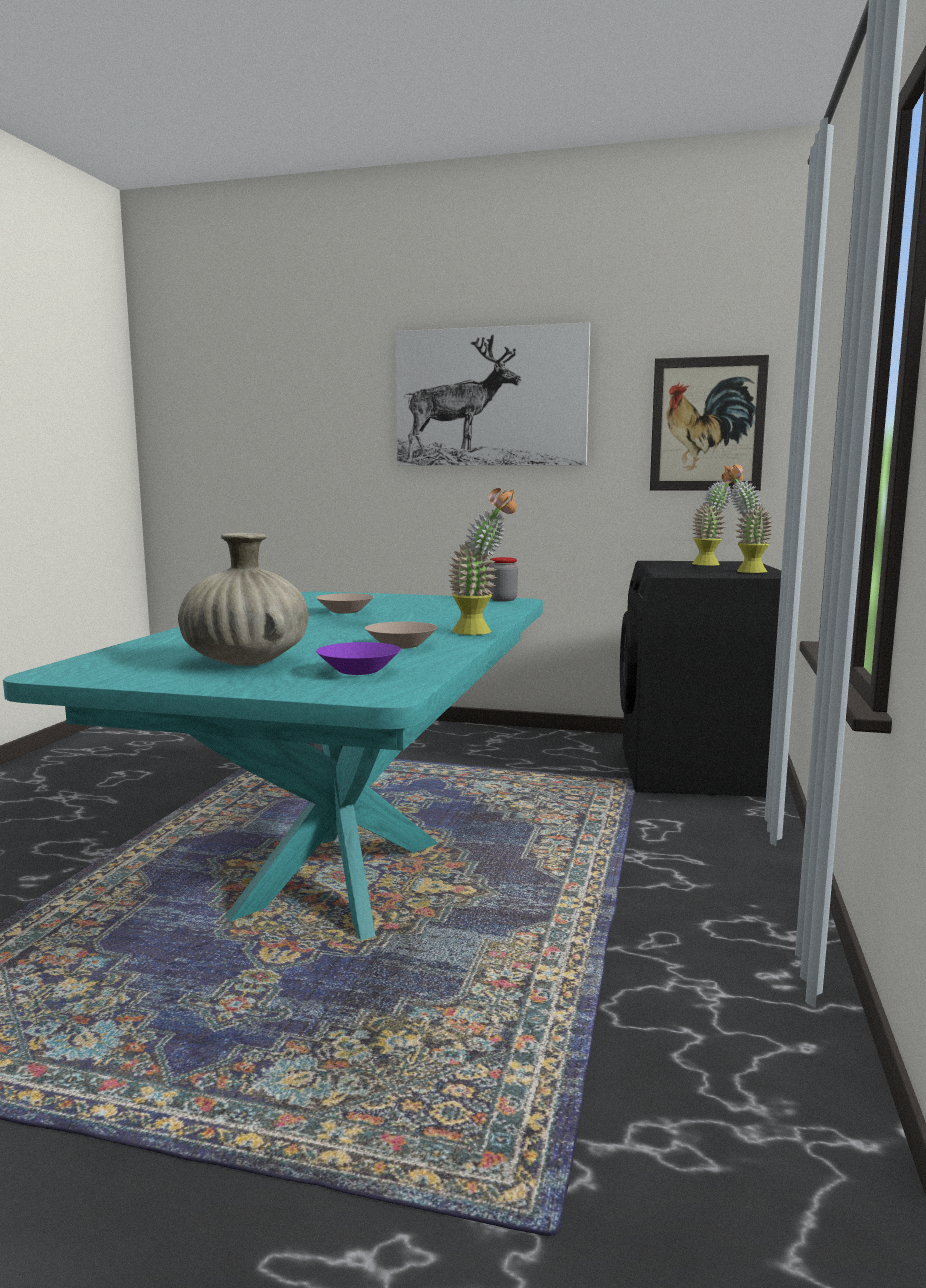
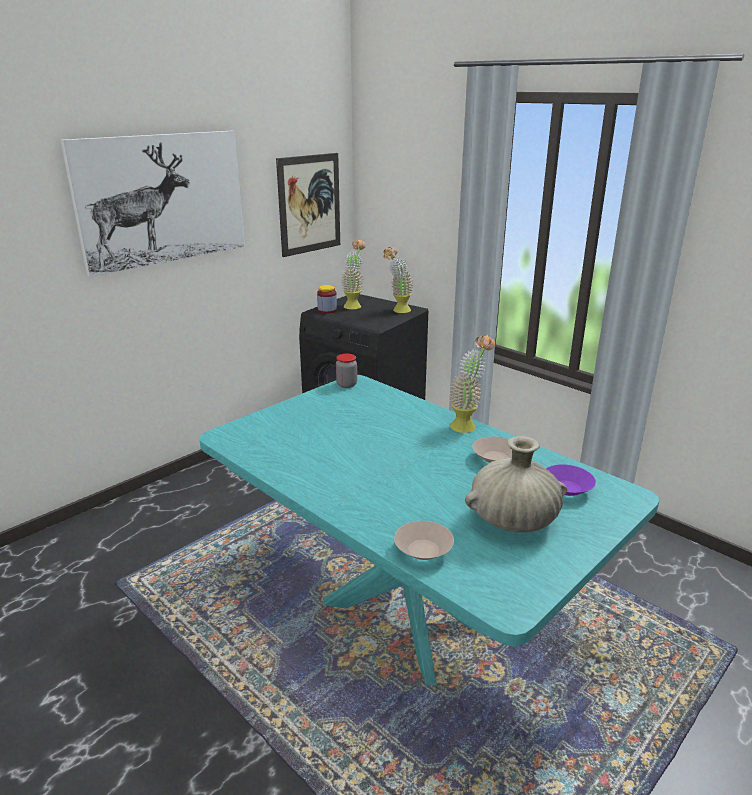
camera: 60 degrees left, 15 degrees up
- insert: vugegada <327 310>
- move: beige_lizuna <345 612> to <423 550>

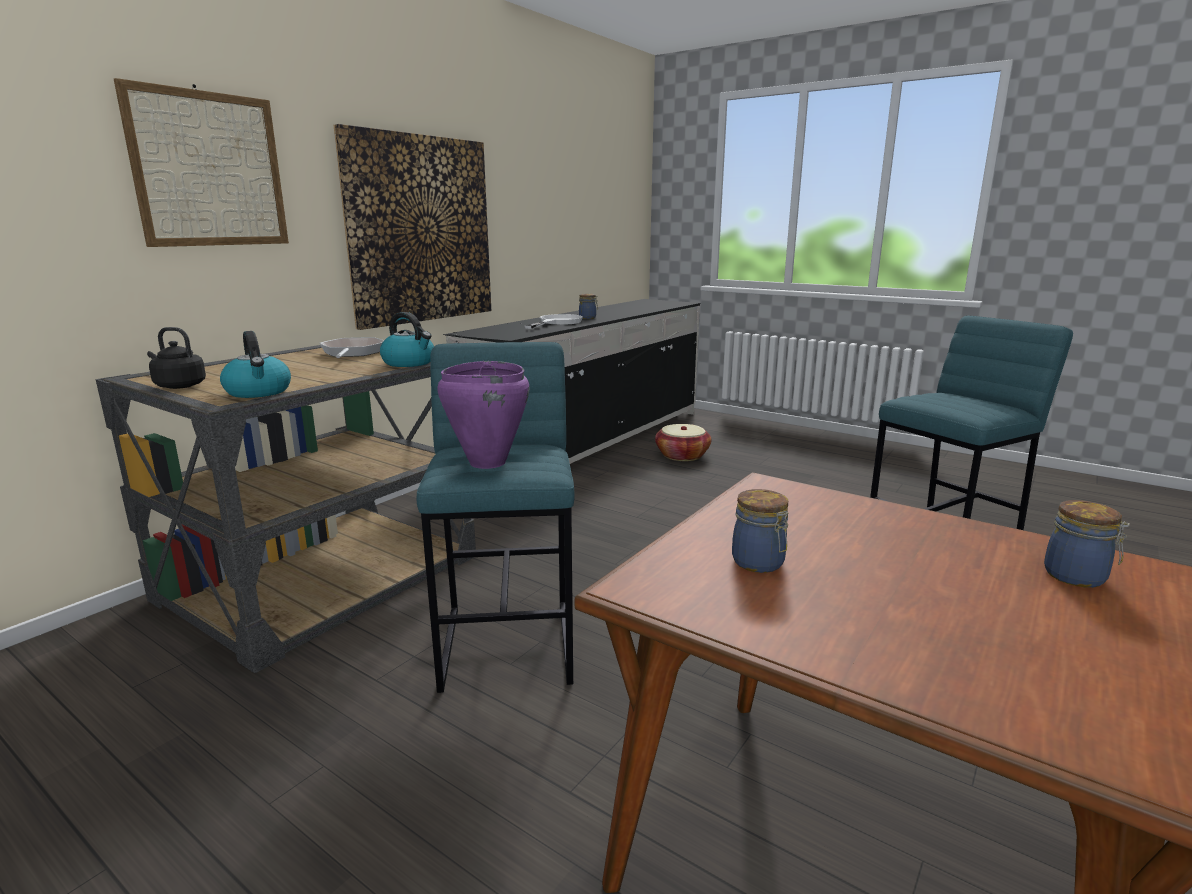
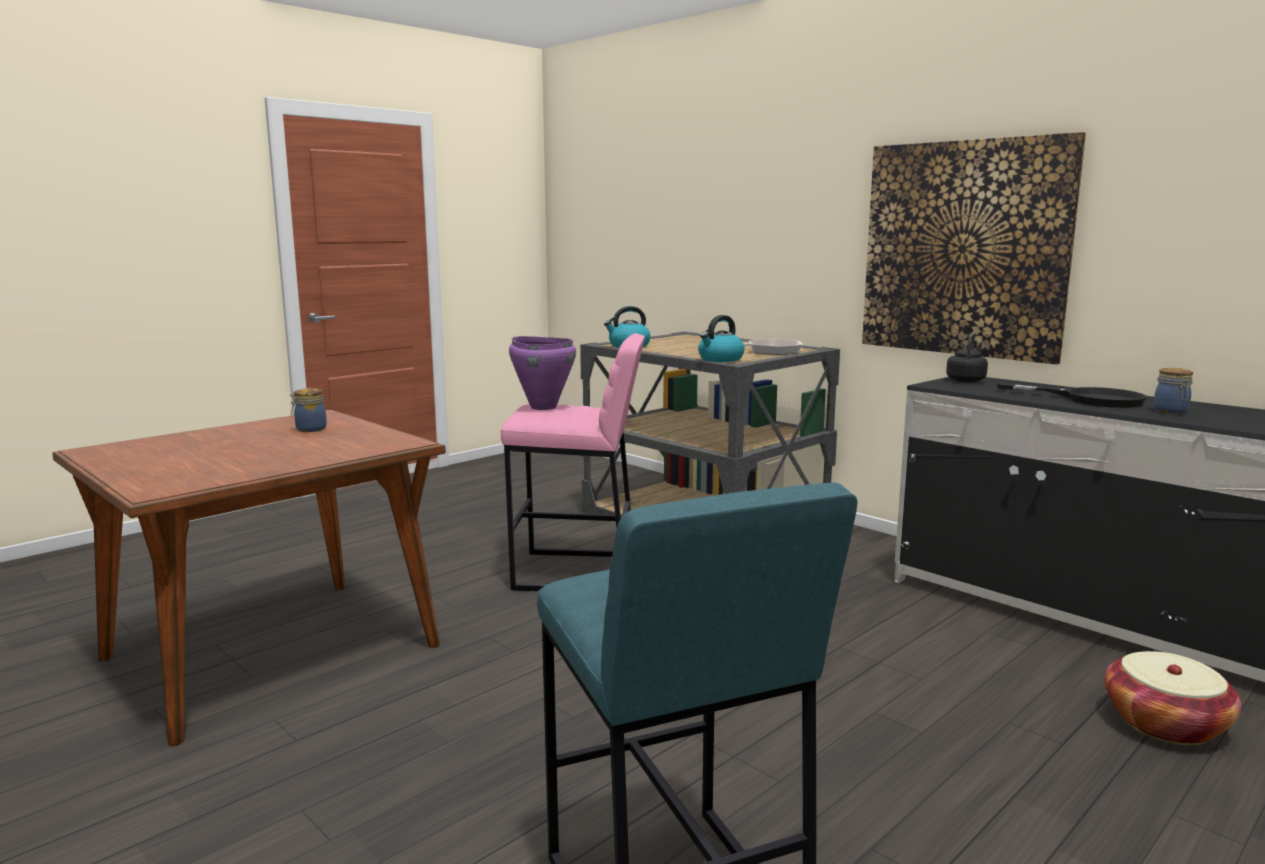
camera: 100 degrees right, 5 degrees down
- recolor: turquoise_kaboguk <507 641> to pink_kaboguk <579 572>
- move: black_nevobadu <178 385> to <966 380>
- recolor: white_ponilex <556 322> to black_ponilex <1089 399>
- delete: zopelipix <208 167>
- delete: vugegada <1077 577>

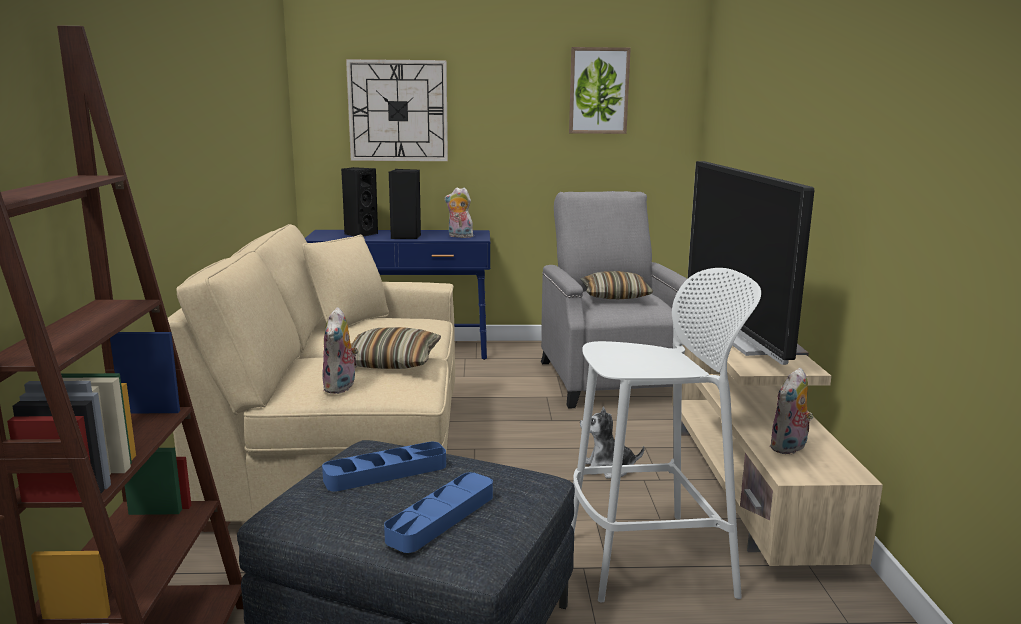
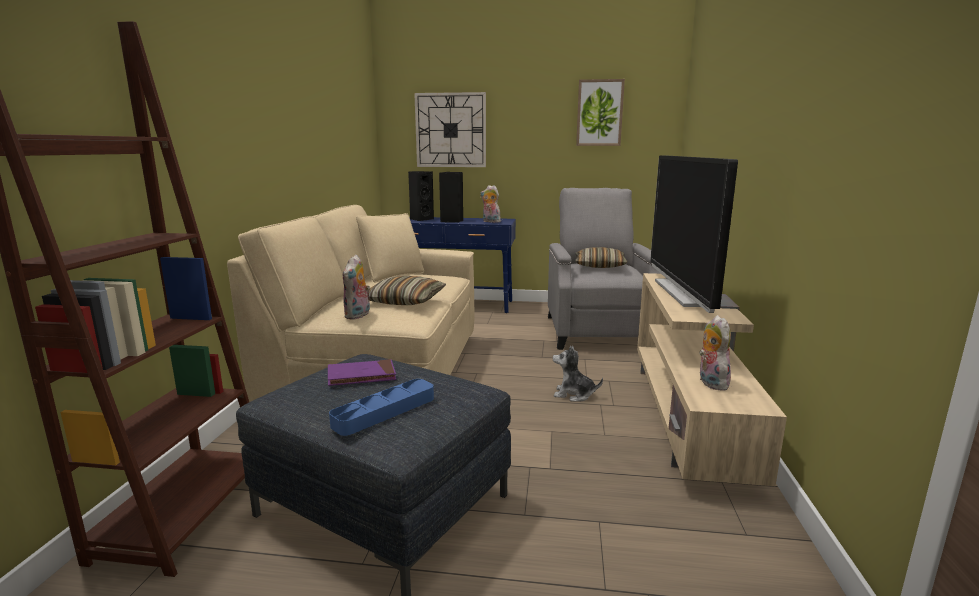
camera: 10 degrees right, 0 degrees up
- replace: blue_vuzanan <386 472> to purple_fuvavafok <361 376>
- rotate: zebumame <789 448> = <710 382> 120 degrees clockwise
- delete: white_kaboguk <651 560>

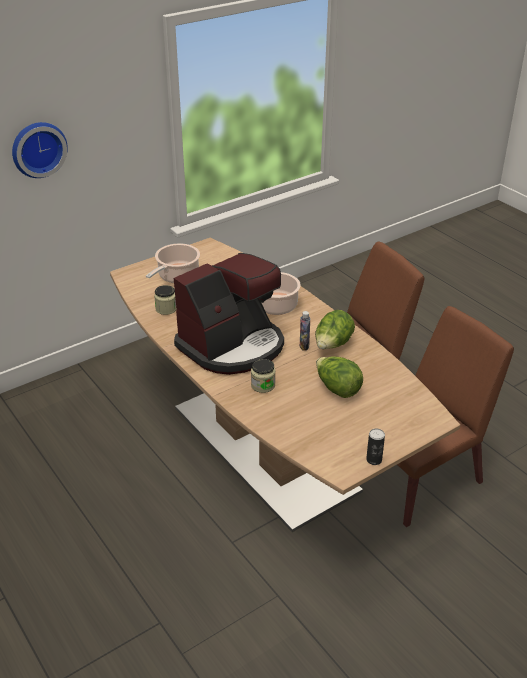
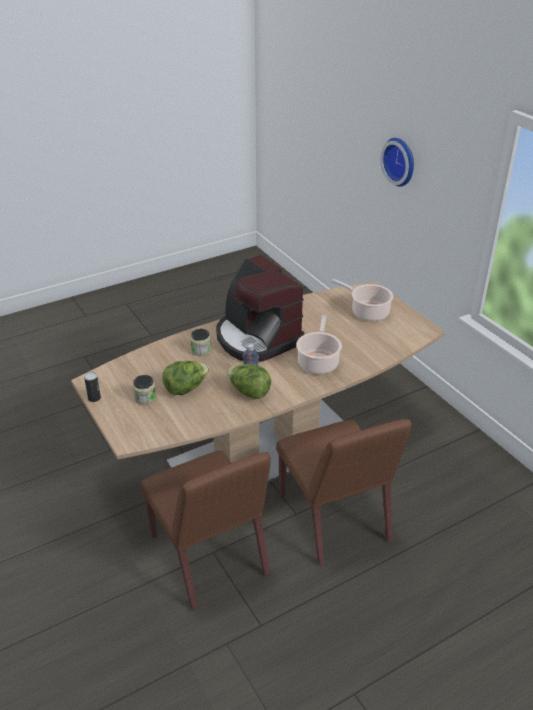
camera: 95 degrees right, 0 degrees up
- move: vugegada <166 309> to <145 398>

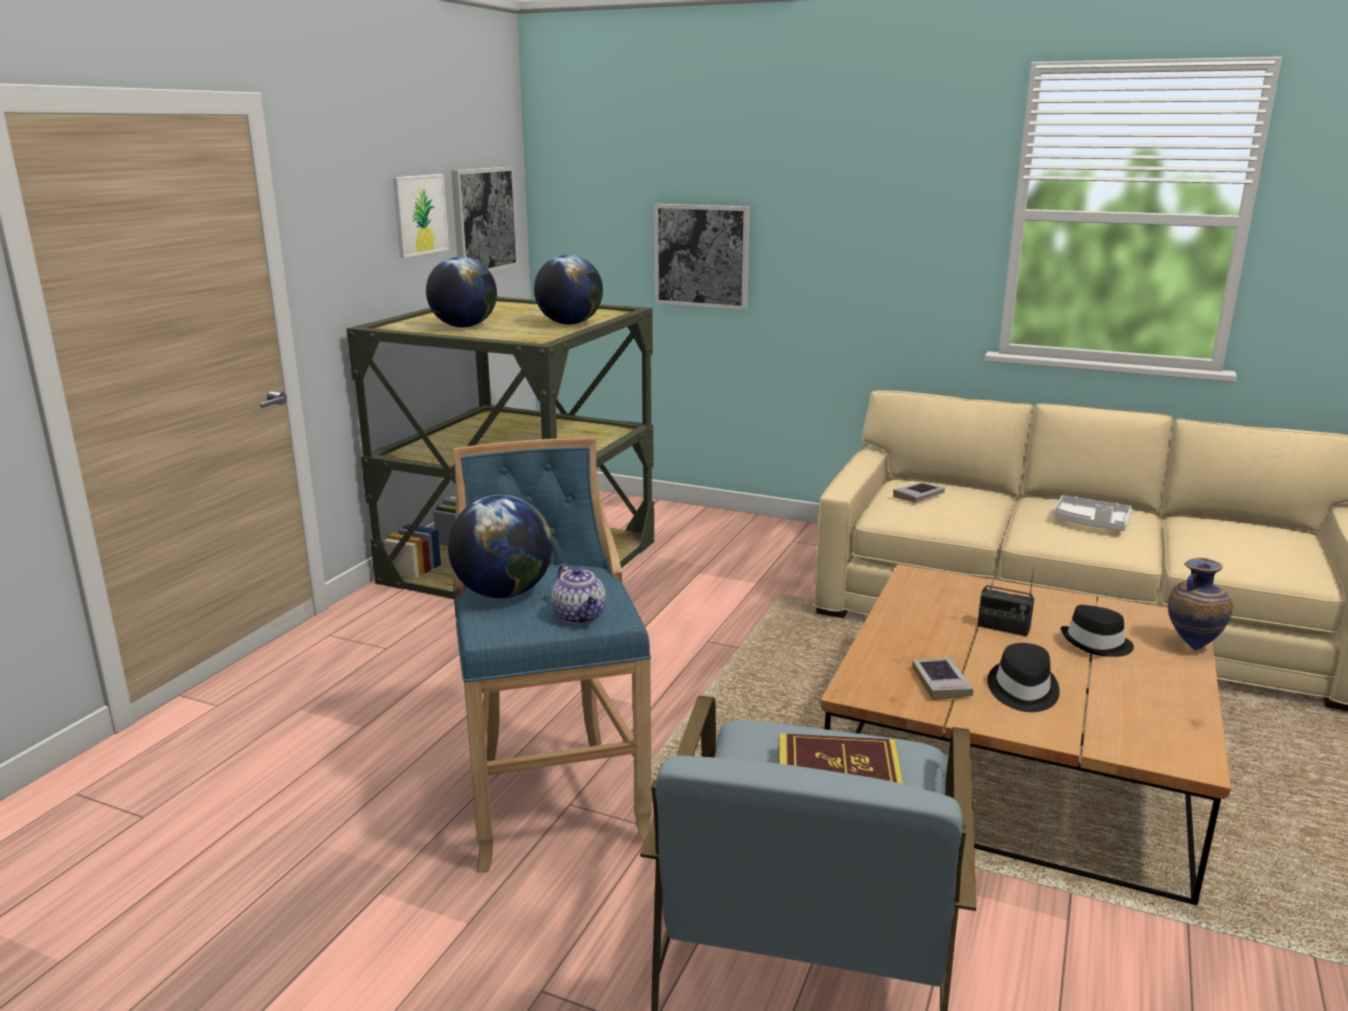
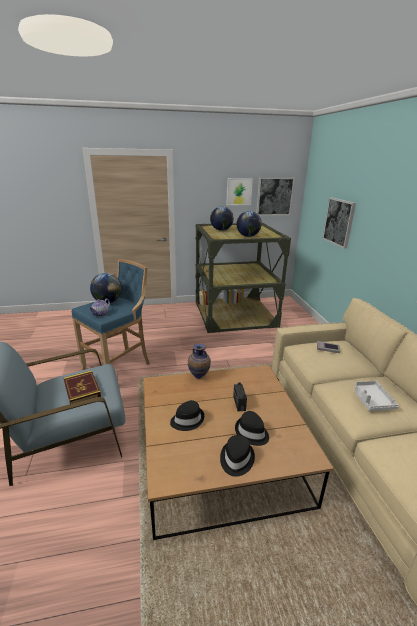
camera: 55 degrees right, 5 degrees up
- move: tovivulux <1191 646> to <199 377>
- insert: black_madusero <236 459>
- delete: fuvavafok <941 683>

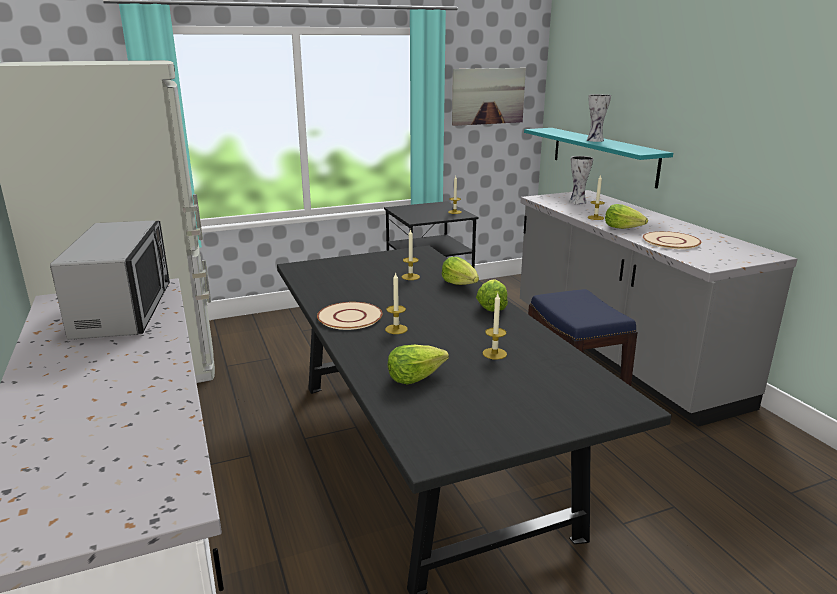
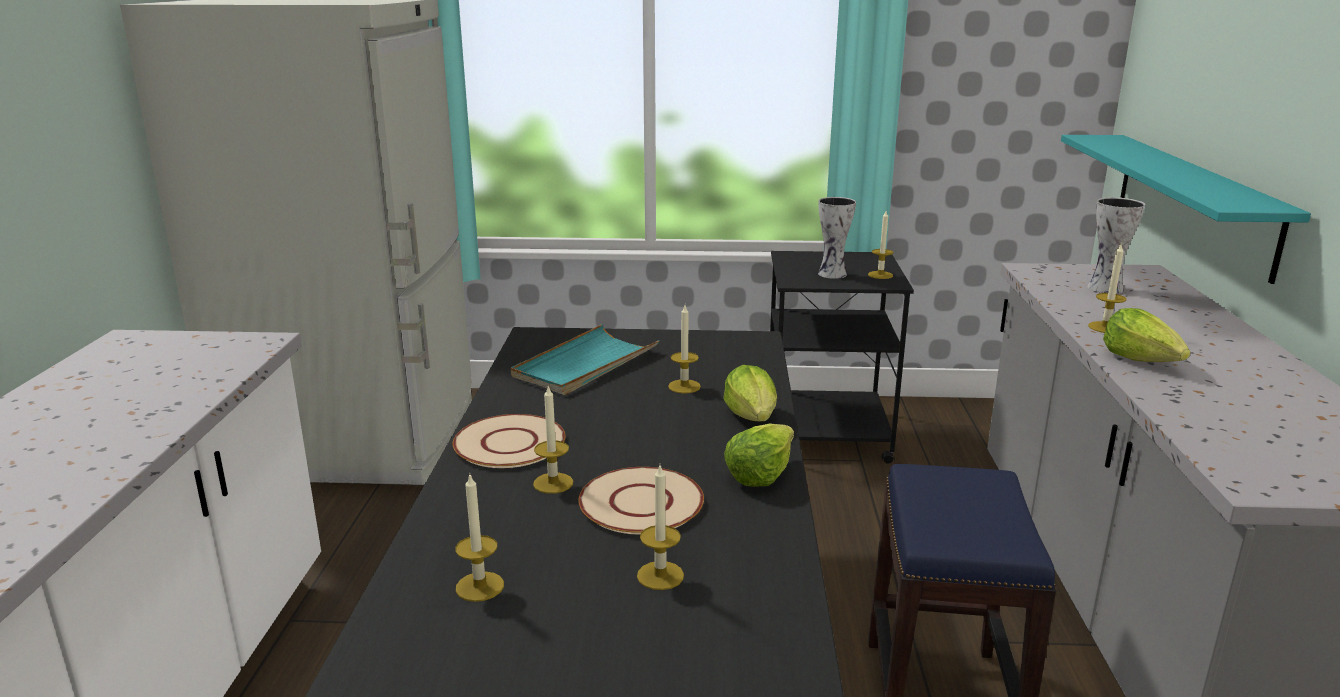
camera: 25 degrees right, 0 degrees up
- replace: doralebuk <415 377> to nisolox <480 586>
- insert: turquoise_vuzanan <585 365>
- move: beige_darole <670 241> to <640 502>
- move: tovivulux <596 140> to <833 274>
- delete: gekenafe <125 310>
- delete: zopelipix <488 96>

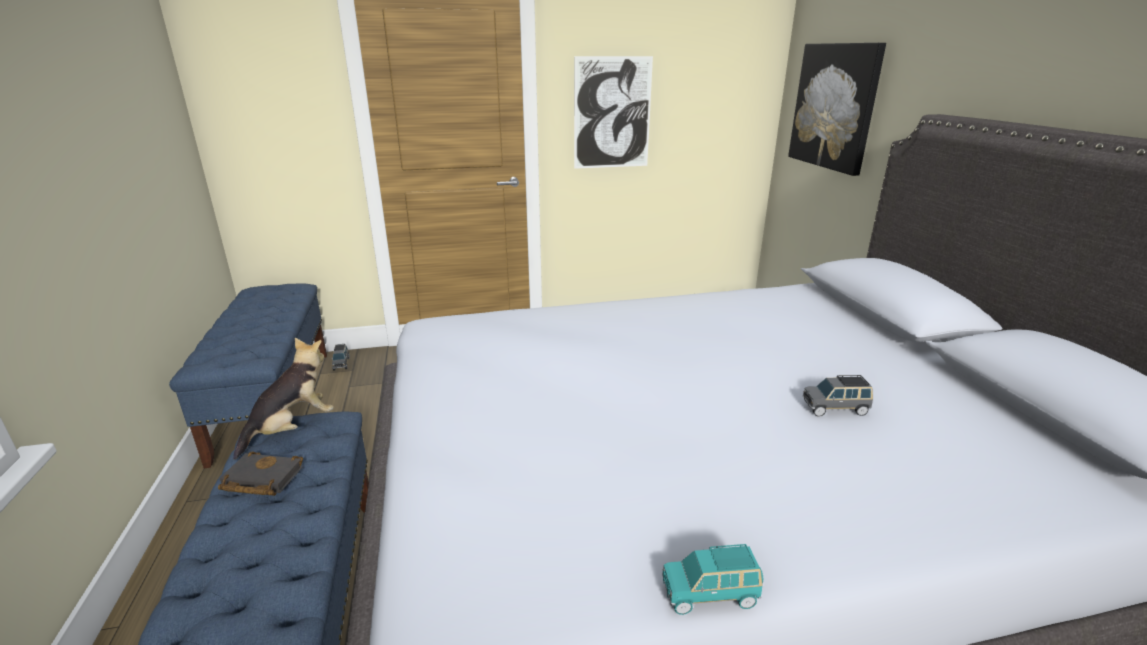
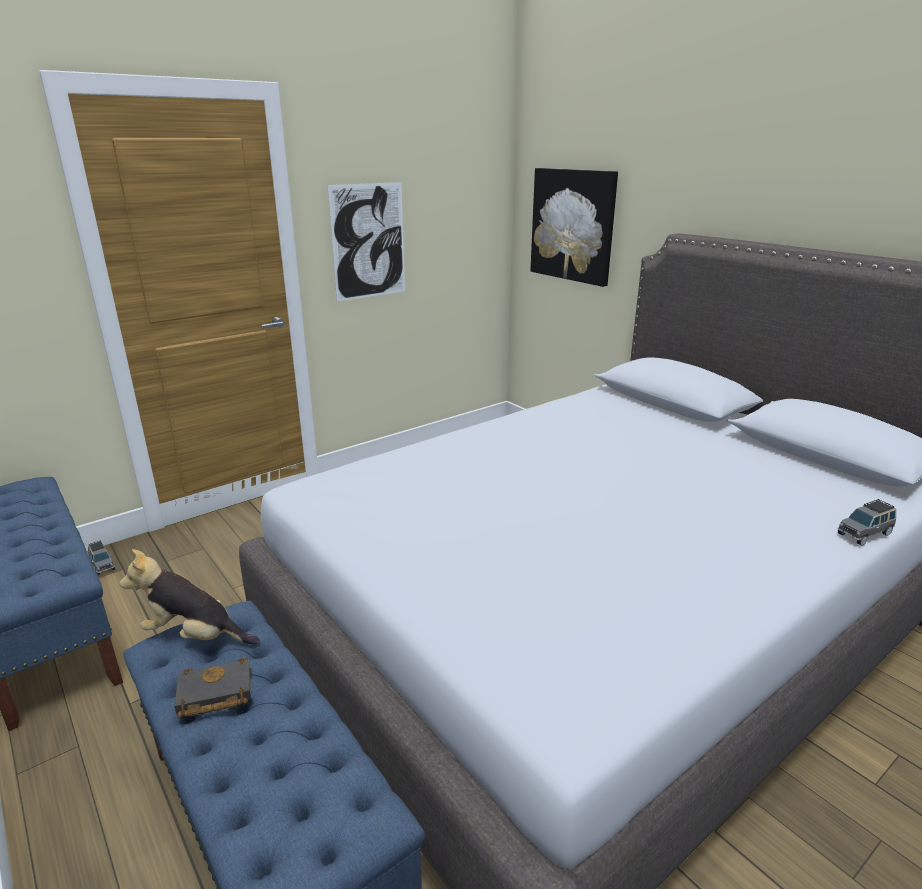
camera: 25 degrees left, 0 degrees up
- rotate: zebumame <292 428> = <195 636> 90 degrees counterclockwise
- move: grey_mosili <835 408> to <864 534>
- delete: turquoise_mosili <710 594>

